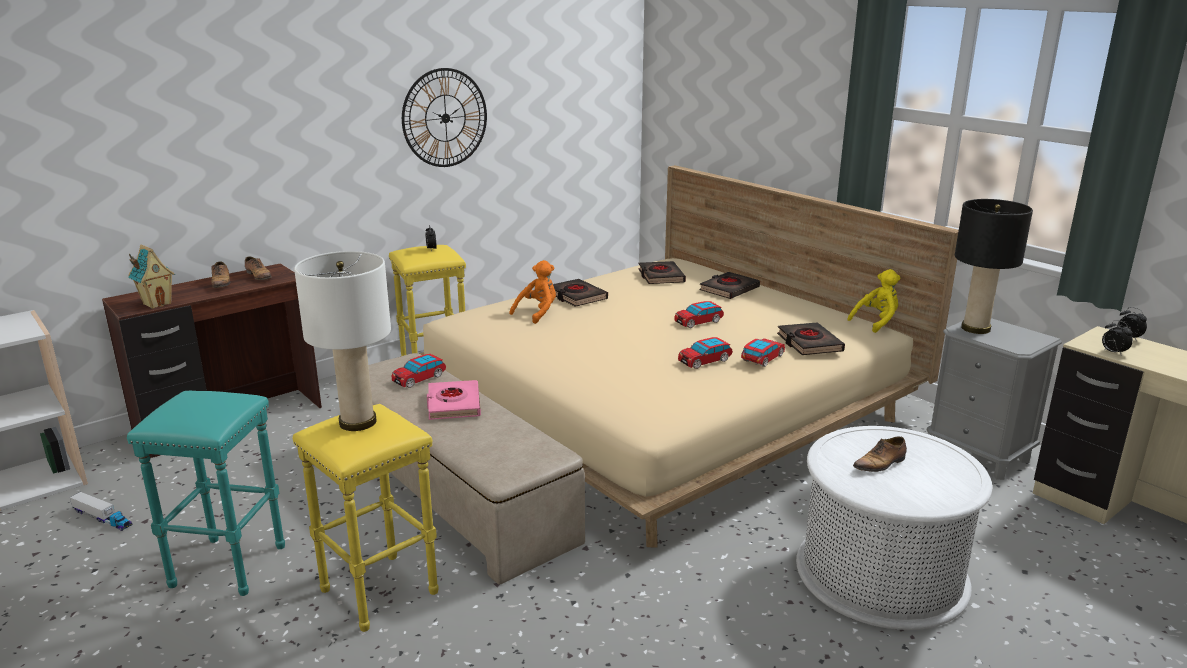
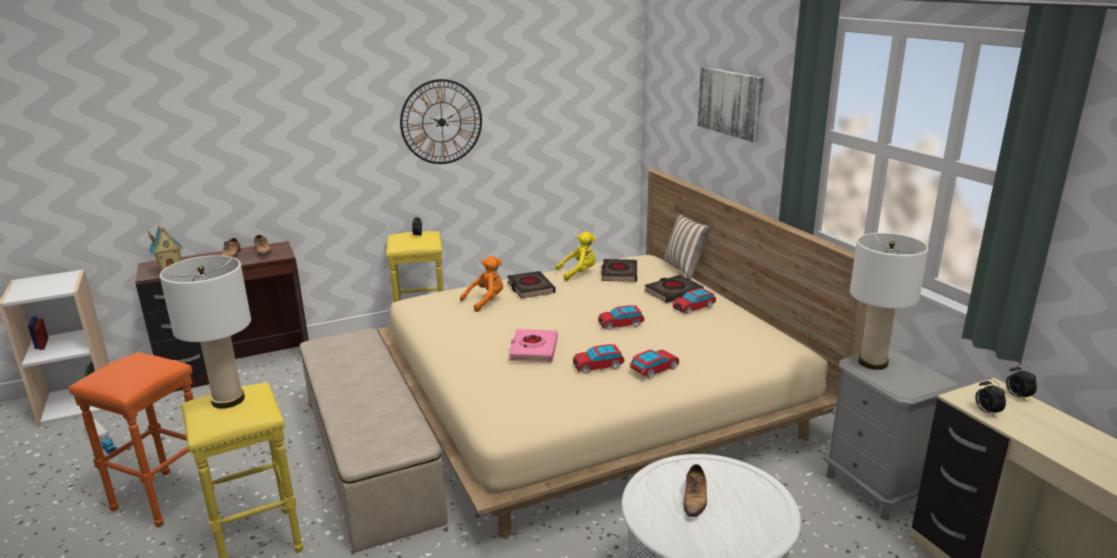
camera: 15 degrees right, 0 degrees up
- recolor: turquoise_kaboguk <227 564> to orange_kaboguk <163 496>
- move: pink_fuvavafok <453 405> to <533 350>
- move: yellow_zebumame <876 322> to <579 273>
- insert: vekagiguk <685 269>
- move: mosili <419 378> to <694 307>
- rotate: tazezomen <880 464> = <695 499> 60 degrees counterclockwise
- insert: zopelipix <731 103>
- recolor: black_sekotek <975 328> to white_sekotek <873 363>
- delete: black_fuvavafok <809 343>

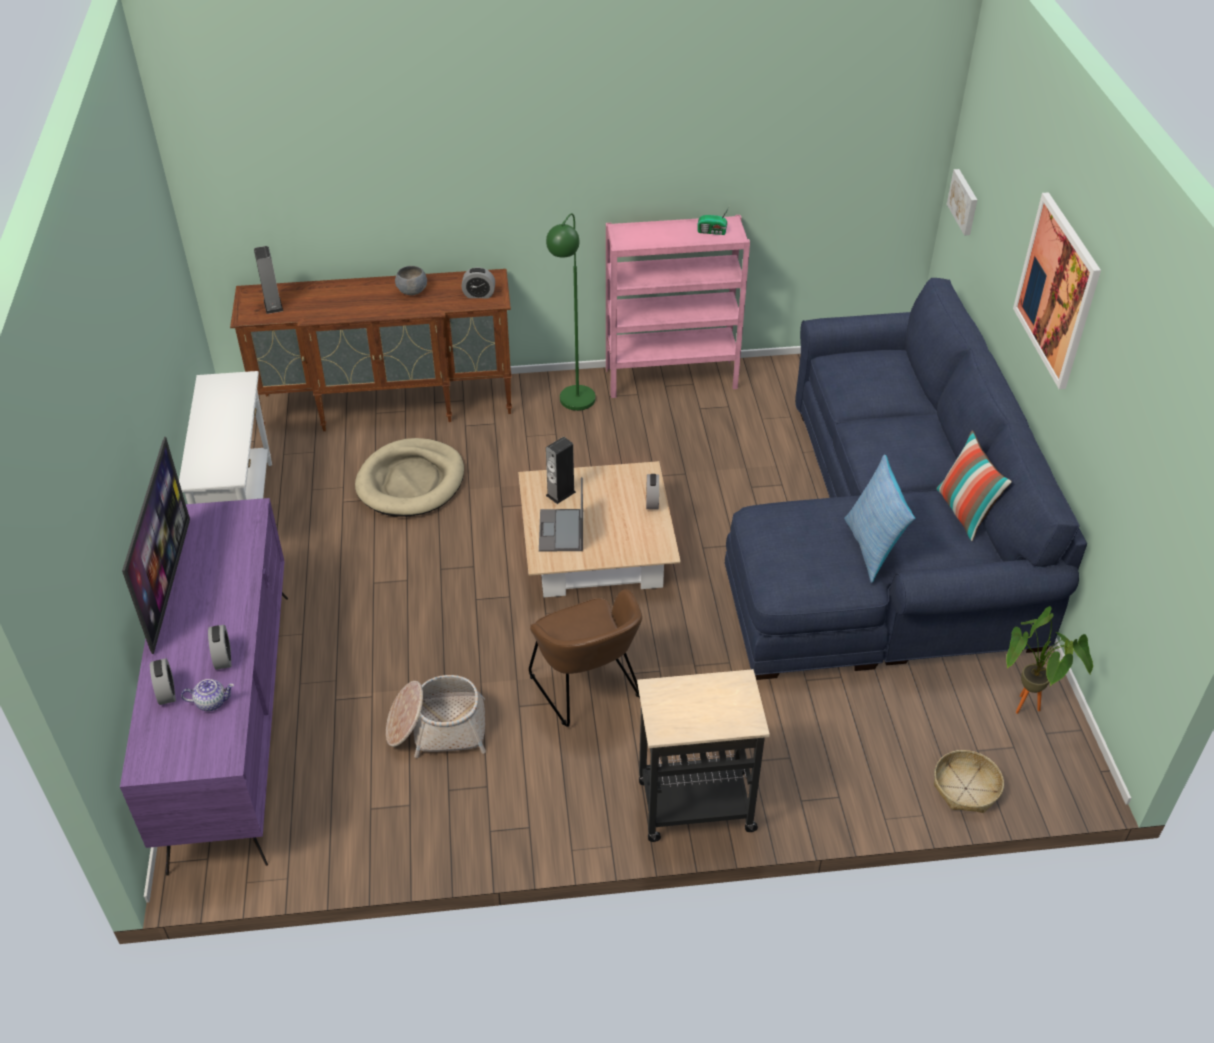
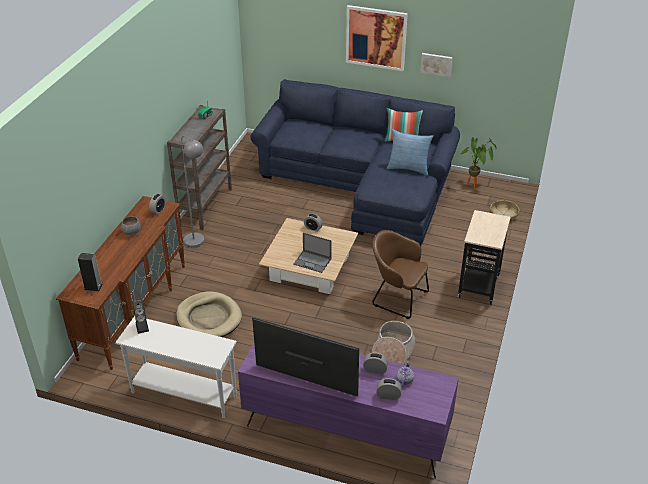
camera: 65 degrees left, 5 degrees down
- move: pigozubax <560 493> to <142 327>
- recolor: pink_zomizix <671 378> to grey_zomizix <205 206>
- recolor: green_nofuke <573 406> to grey_nofuke <198 244>
- rotate: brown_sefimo <588 691> = <397 297> 150 degrees counterclockwise
- move: zopelipix <964 201> to <436 64>

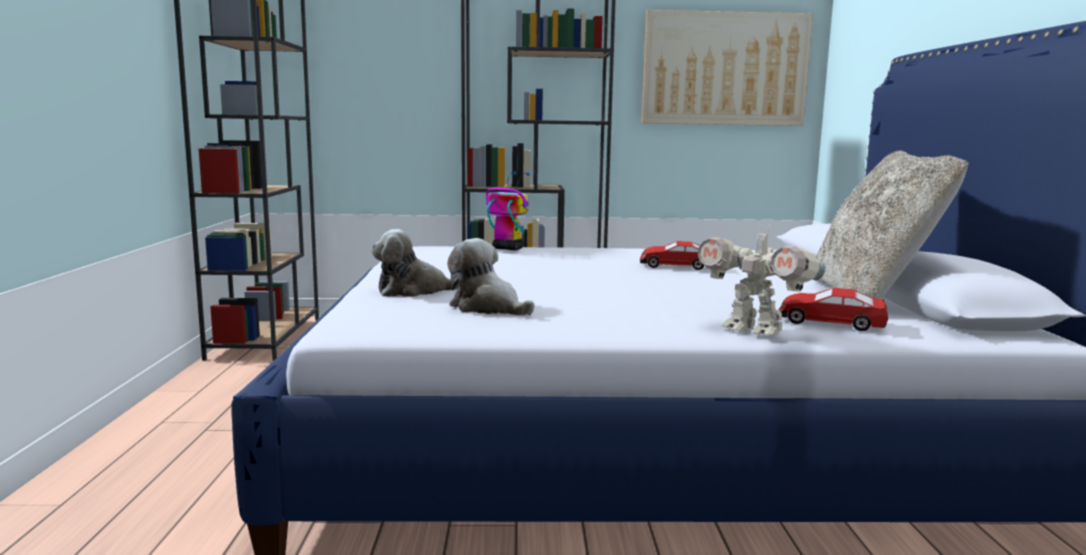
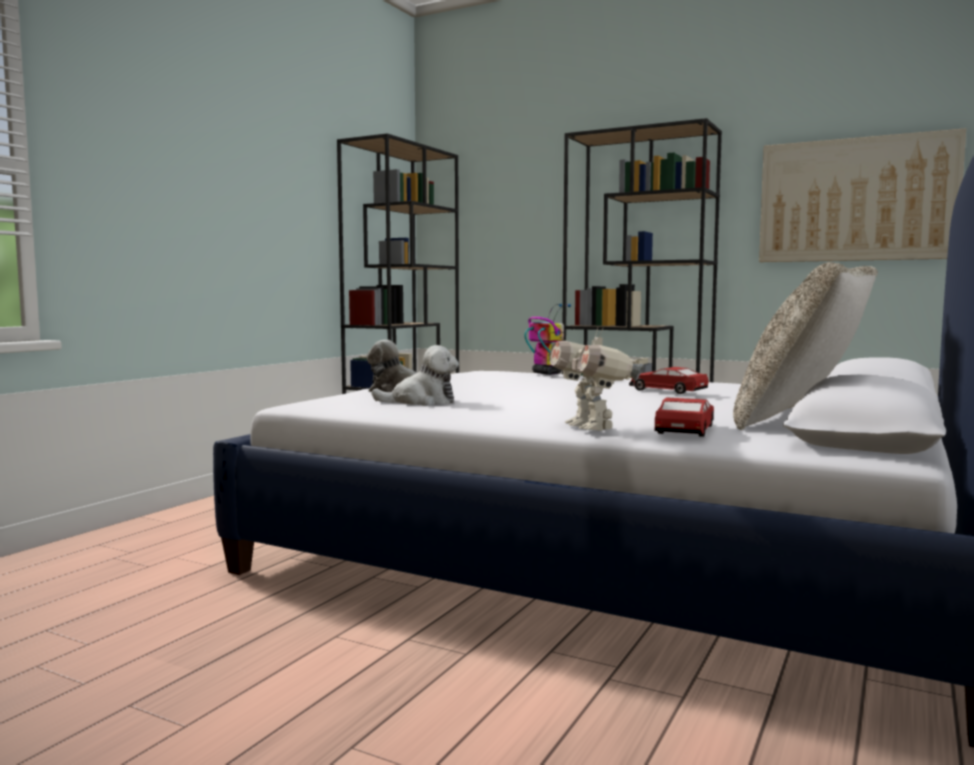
camera: 30 degrees right, 5 degrees down
- rotate: zebumame <488 308> = <421 402> 105 degrees clockwise
- rotate: mosili <830 322> = <685 430> 60 degrees clockwise

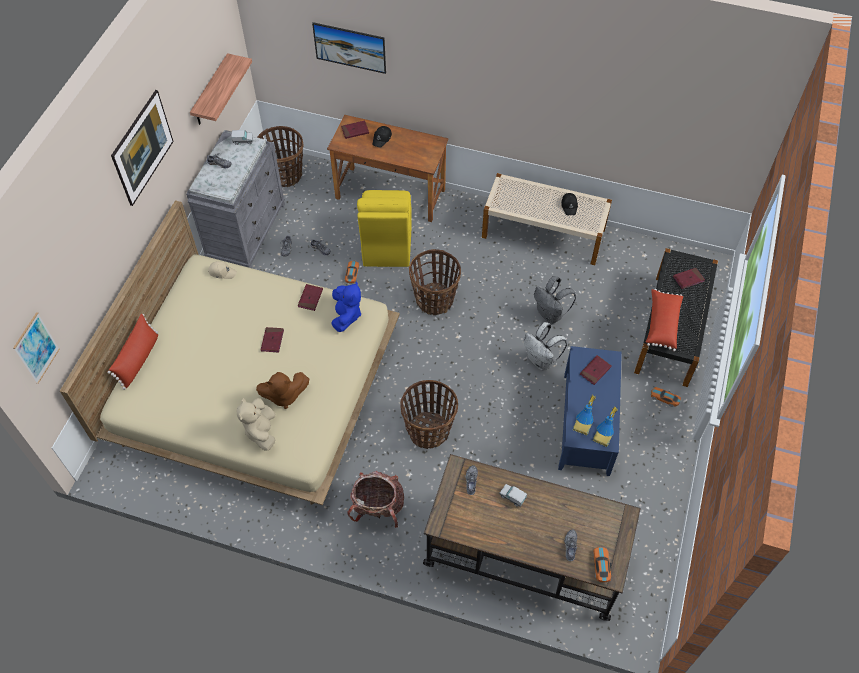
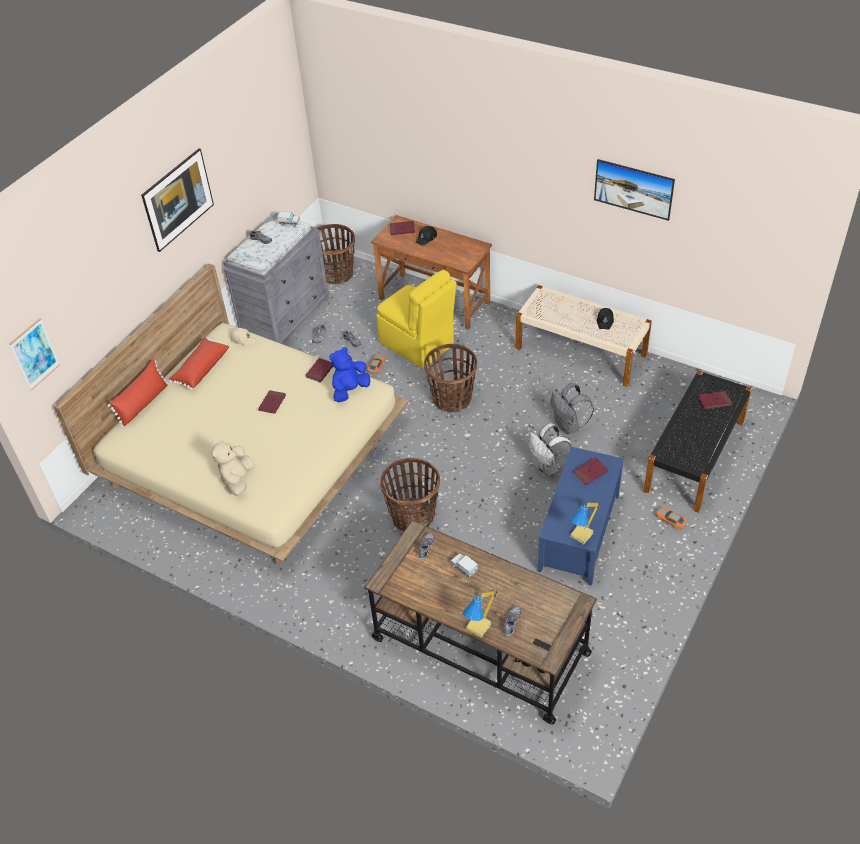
camera: 15 degrees right, 10 degrees down
- move: red_vekagiguk <662 324> to <200 369>
- rotate: blue_zebumame <346 315> = <350 390> 150 degrees counterclockwise
- rotate: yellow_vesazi <386 245> = <418 345> 60 degrees counterclockwise
- move: sekotek <583 426> to <479 626>
- move: zopelipix <350 56> to <632 199>
- delete: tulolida <211 91>
- delete: brown_zebumame <284 396>
- delete: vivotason <377 508>
- delete: mosili <601 566>

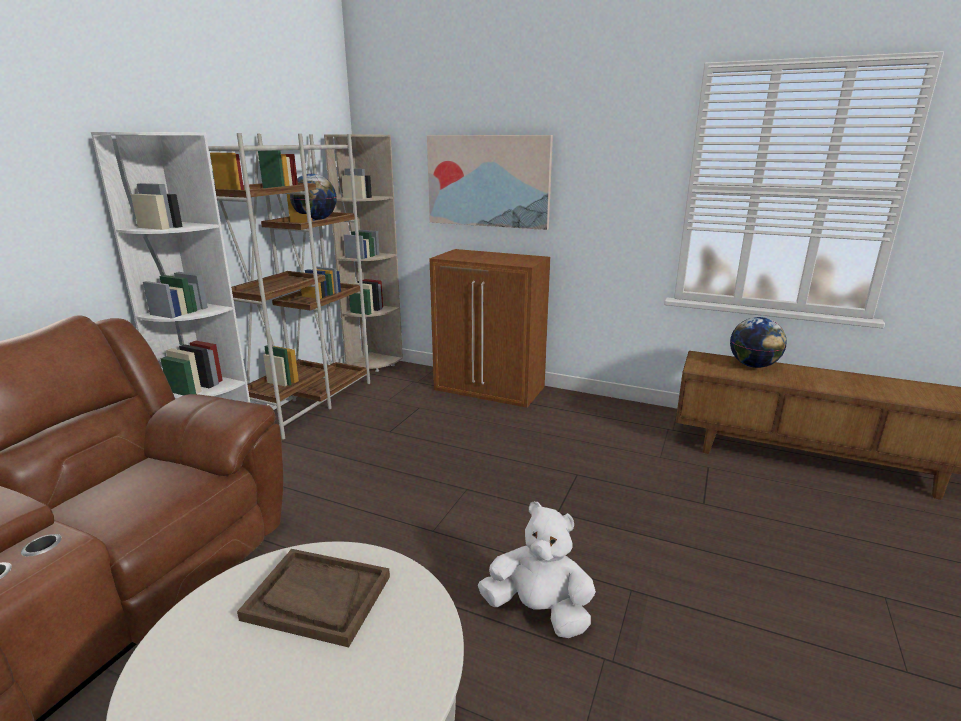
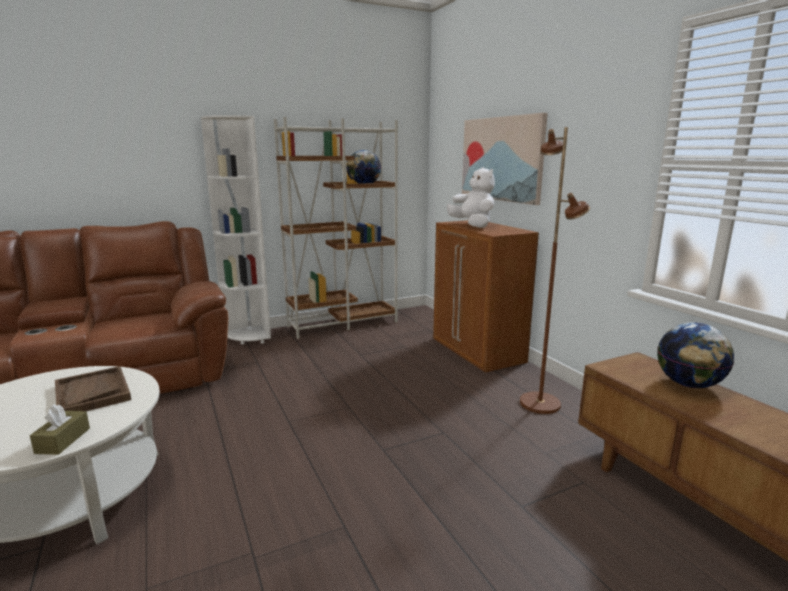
camera: 40 degrees right, 5 degrees down
- insert: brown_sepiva <63 440>
- move: white_zebumame <538 611> to <473 225>
- insert: brown_nofuke <540 403>
- delete: beige_zomizix <374 367>

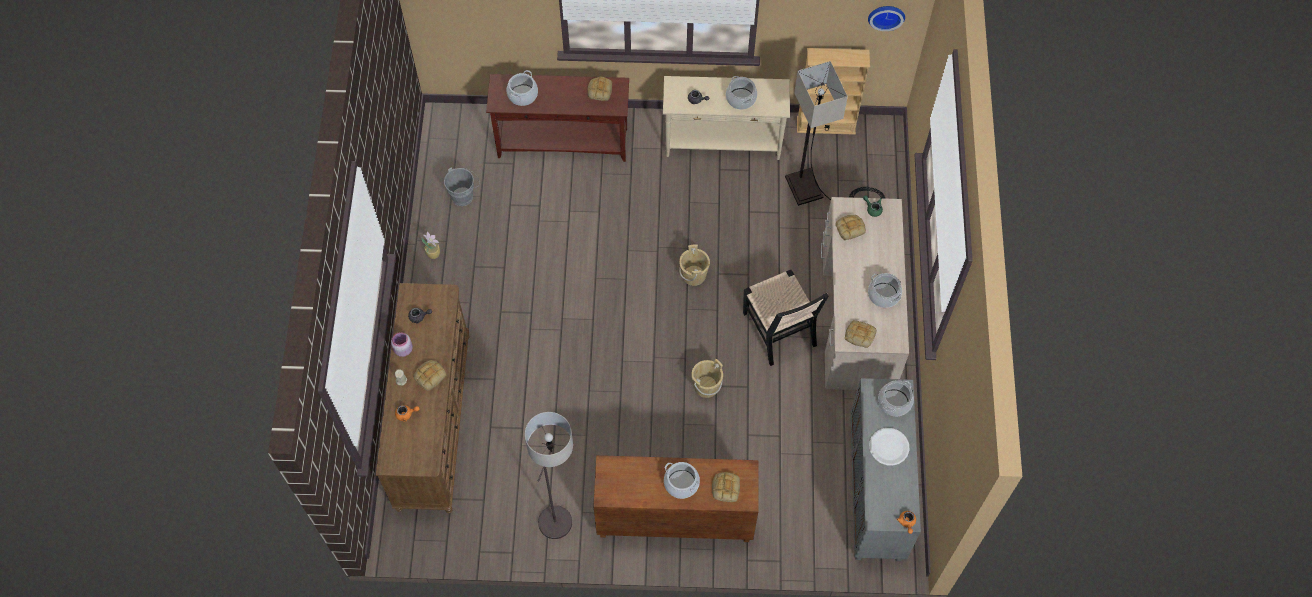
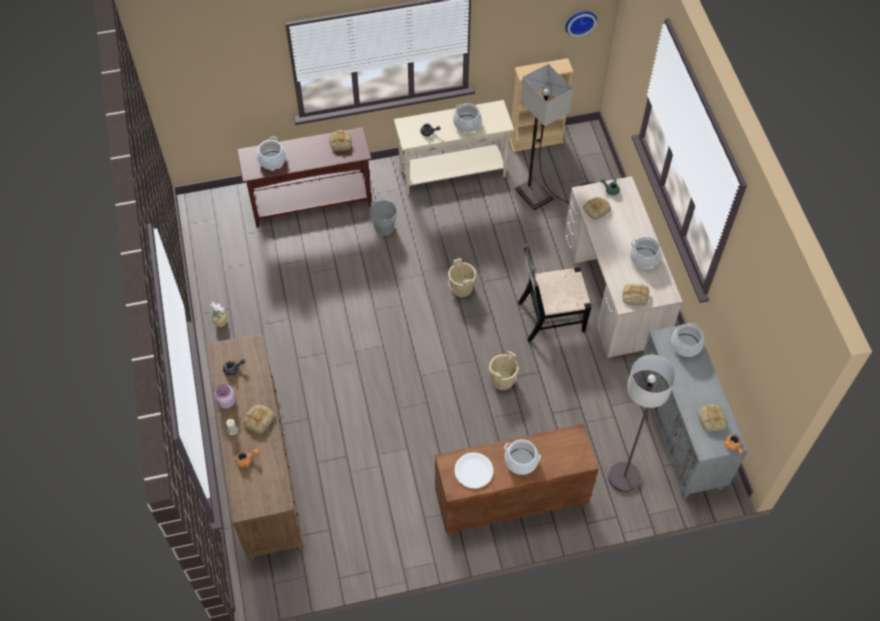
camera: 15 degrees left, 5 degrees down
- move: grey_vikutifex <464 195> to <385 226>
- move: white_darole <889 447> to <474 471>
- rotate: vesazi <779 330> = <550 317> 120 degrees clockwise
- move: grey_nofuke <559 513> to <623 468>
- move: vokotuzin <725 487> to <711 419>

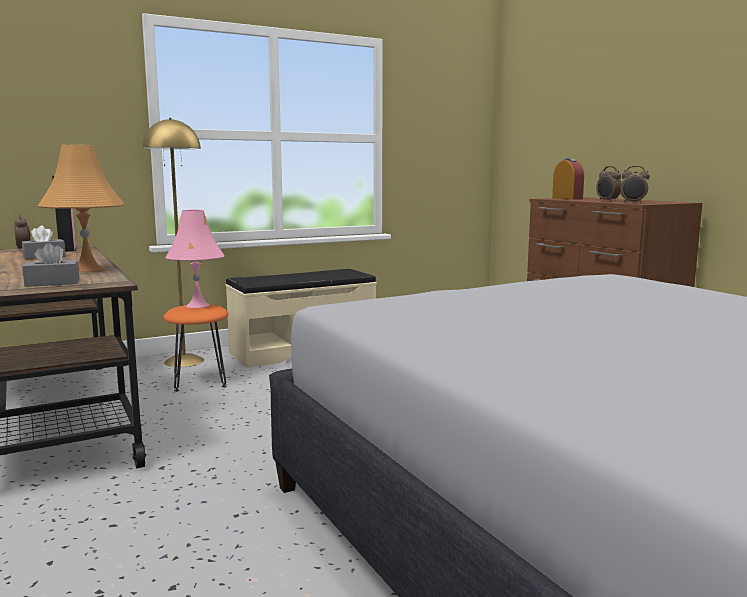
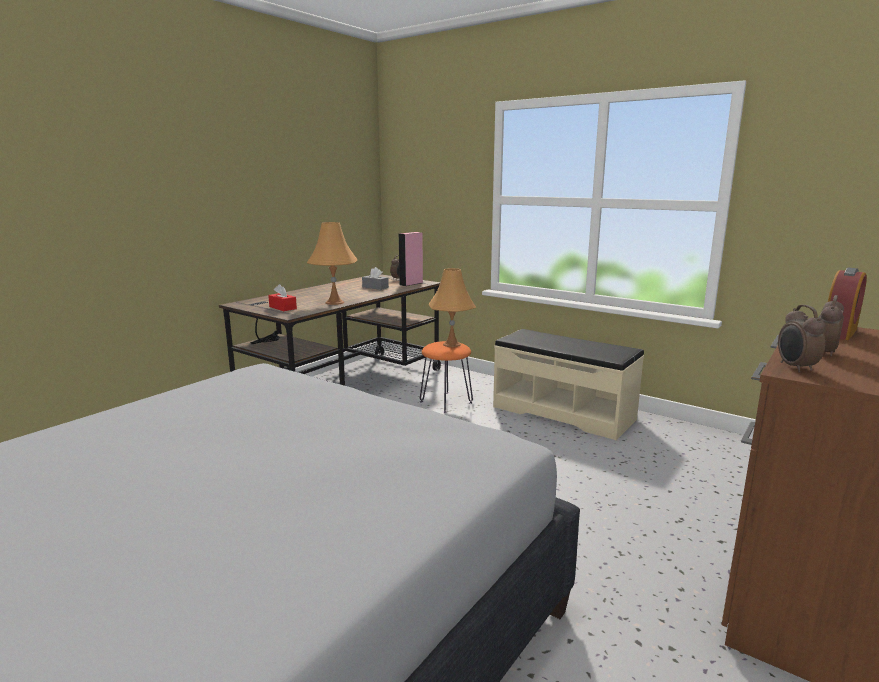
camera: 65 degrees right, 5 degrees up
- recolor: grey_sepiva <52 283> to red_sepiva <283 308>
- recolor: pink_sekotek <197 305> to orange_sekotek <451 344>
- delete: yellow_nofuke <184 361>

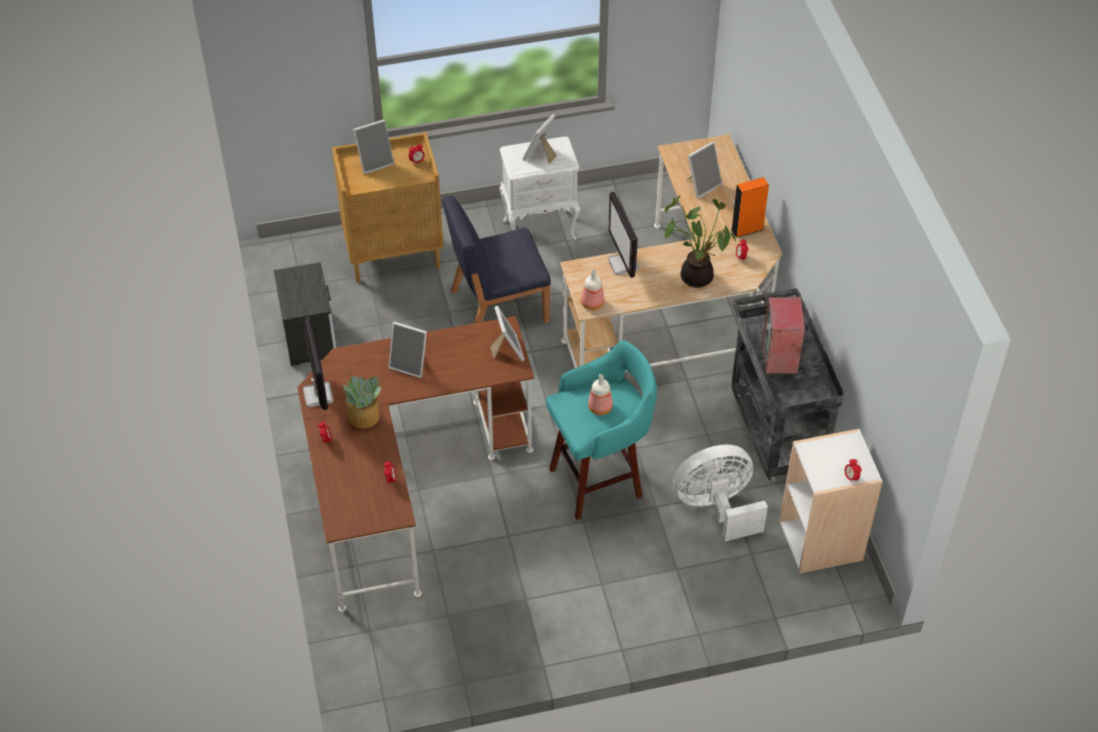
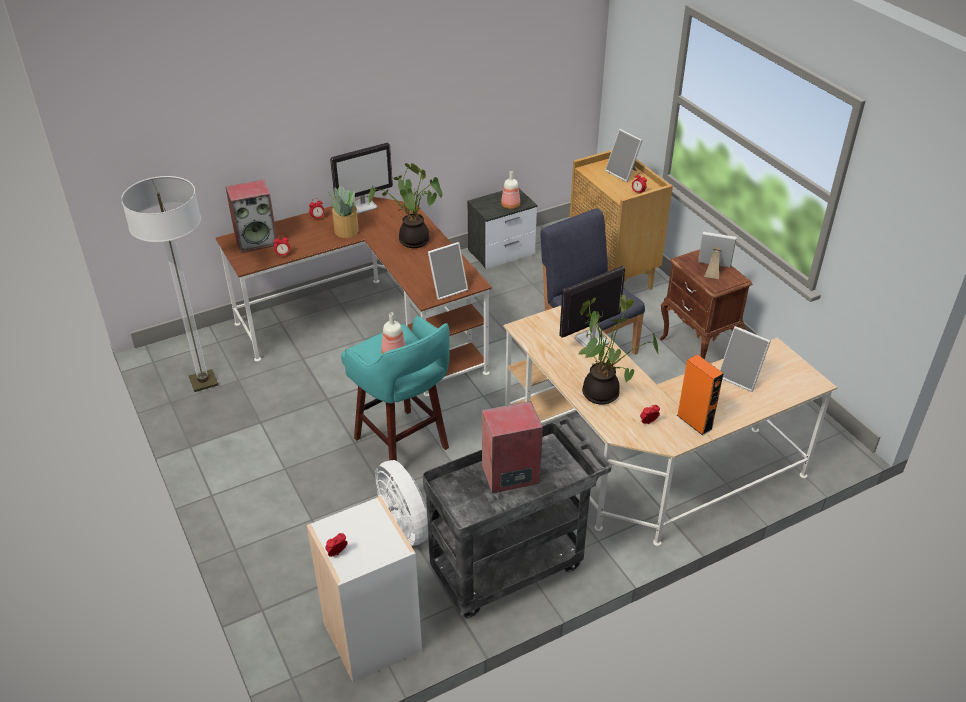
camera: 75 degrees right, 10 degrees down
- insert: nofuke <203 381>
- insert: pigozubax <257 241>
- replace: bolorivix <410 364> to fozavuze <411 242>
- move: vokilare <591 304> to <510 205>
- recolor: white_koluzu <540 229> to brown_koluzu <696 351>

